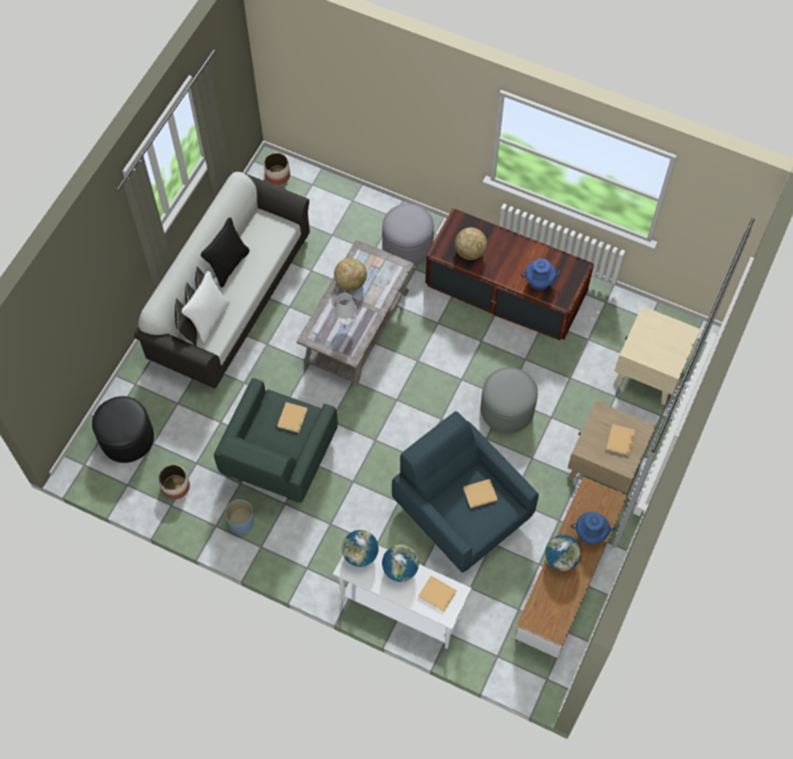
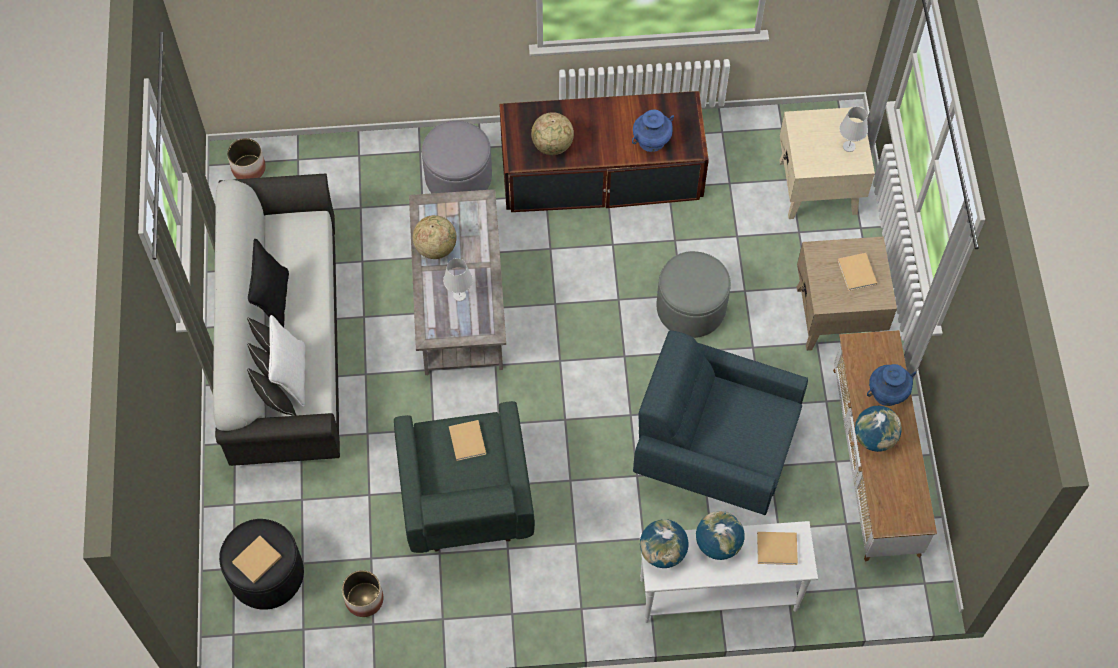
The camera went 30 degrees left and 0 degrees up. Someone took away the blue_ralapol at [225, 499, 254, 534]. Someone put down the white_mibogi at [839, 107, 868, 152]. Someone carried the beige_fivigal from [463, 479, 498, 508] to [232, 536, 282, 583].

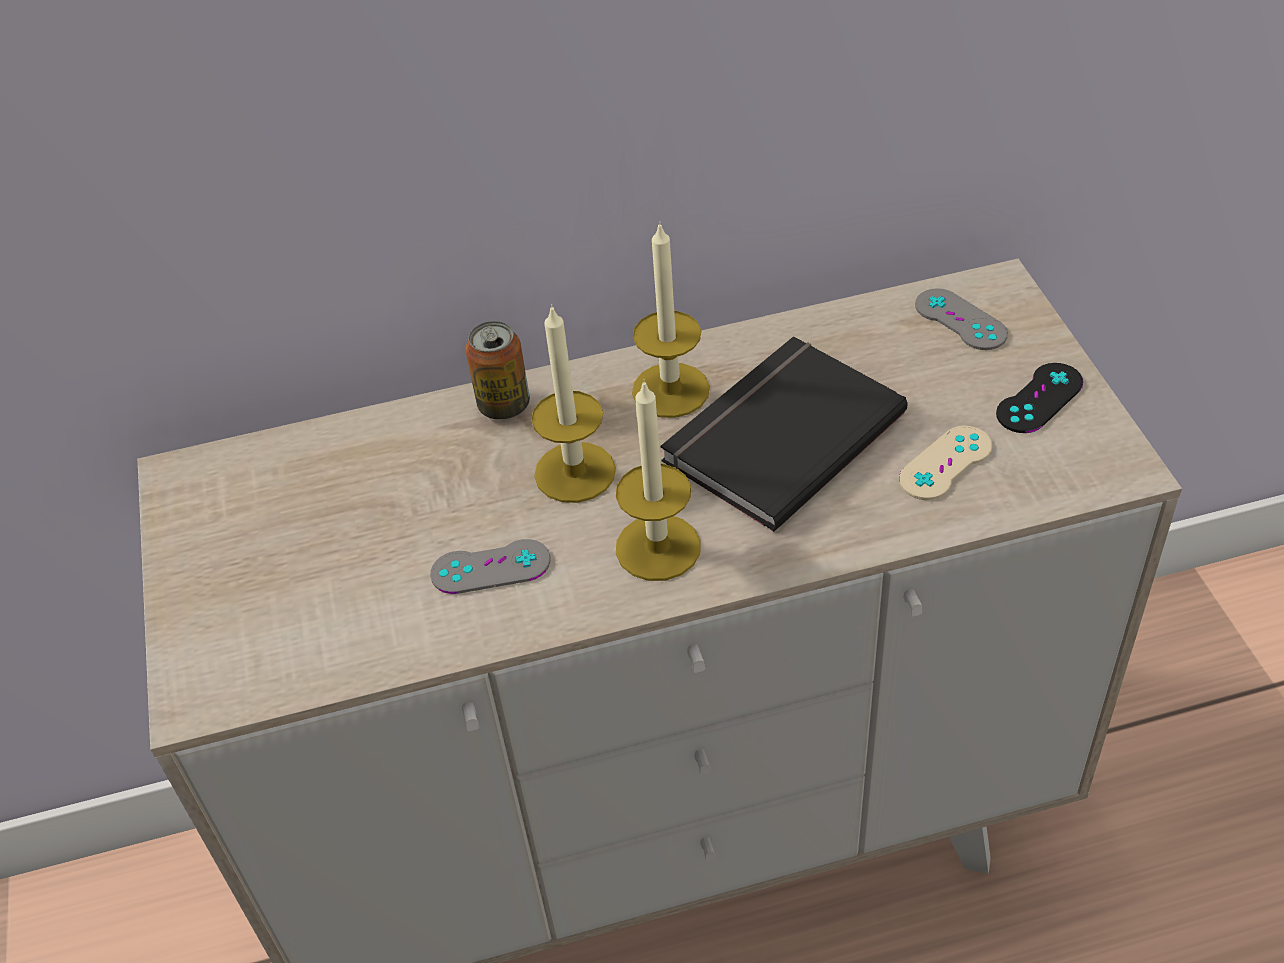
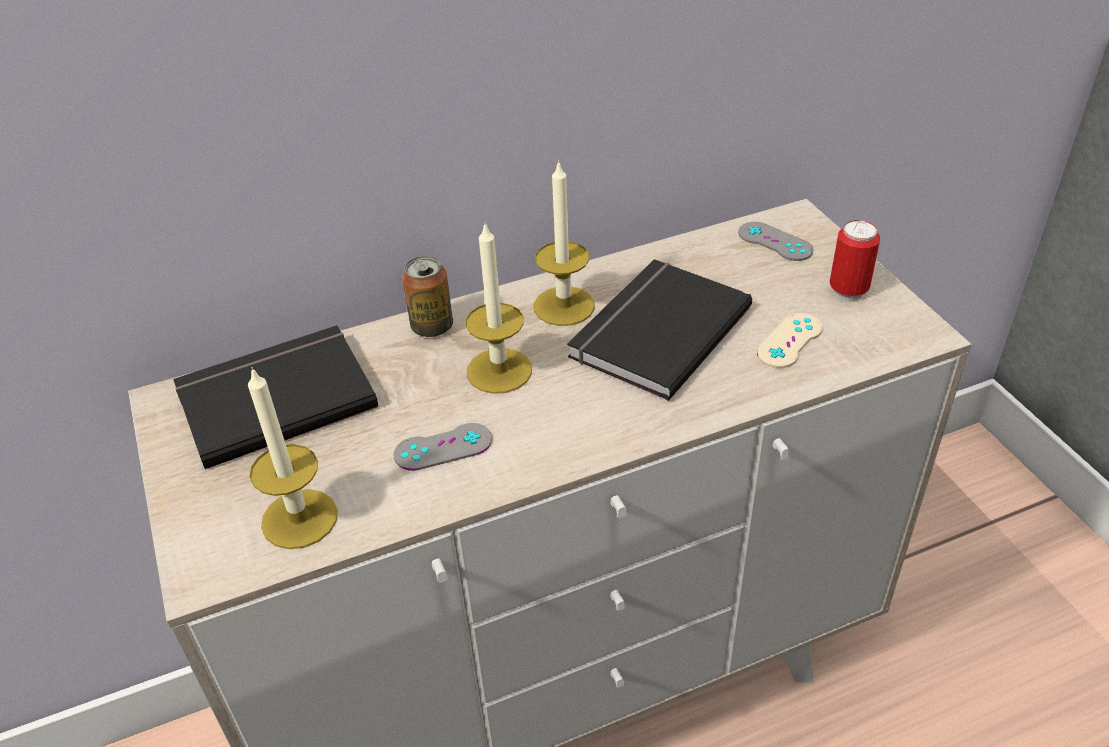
The camera went 10 degrees left and 5 degrees down. Someone put down the black_fivigal at [173, 325, 378, 469]. Someone carried the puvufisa from [616, 379, 701, 581] to [248, 367, 338, 549]. Someone swapped the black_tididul at [996, 363, 1083, 433] for the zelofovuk at [830, 220, 880, 300].

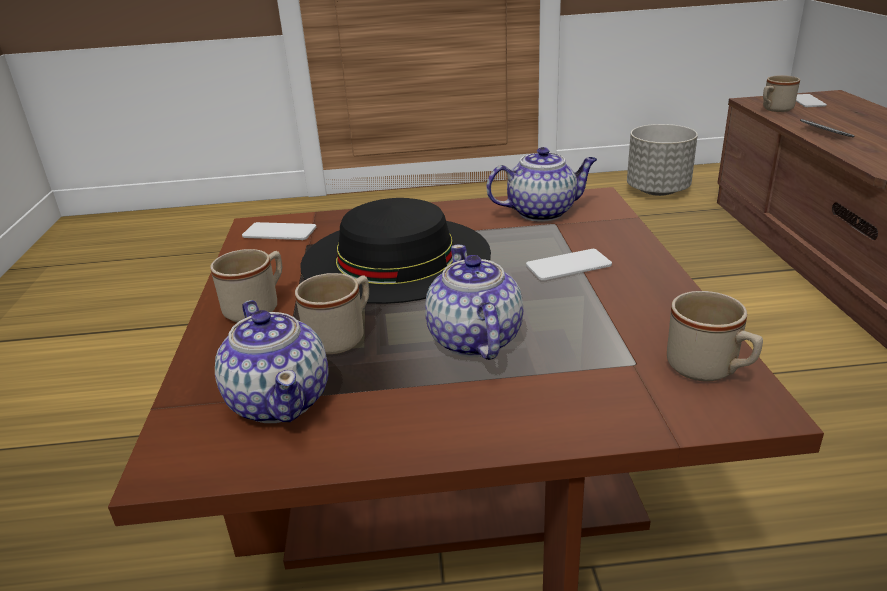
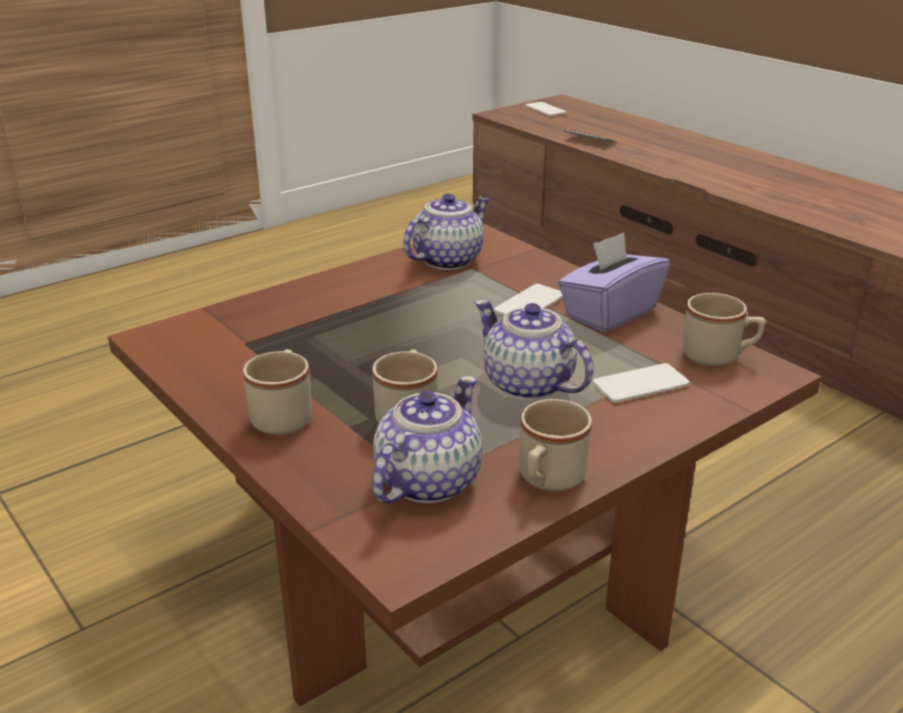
The camera went 35 degrees left and 0 degrees up. Someone took away the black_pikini at [300, 198, 491, 304]. Someone took away the grey_ralapol at [627, 124, 698, 196]. Someone put down the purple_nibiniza at [558, 232, 670, 332]. Someone carried the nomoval from [242, 222, 316, 240] to [593, 363, 689, 403]. Someone carried the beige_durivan from [763, 75, 800, 112] to [519, 399, 592, 491]. Someone rotated the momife at [215, 300, 328, 423] by 90 degrees counterclockwise.

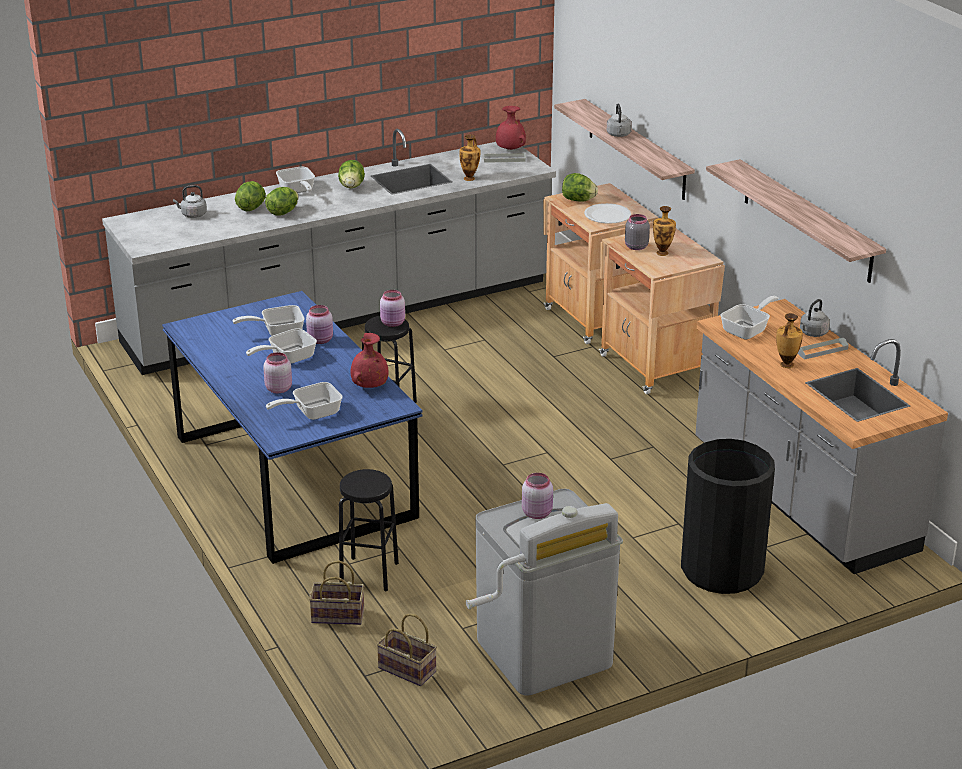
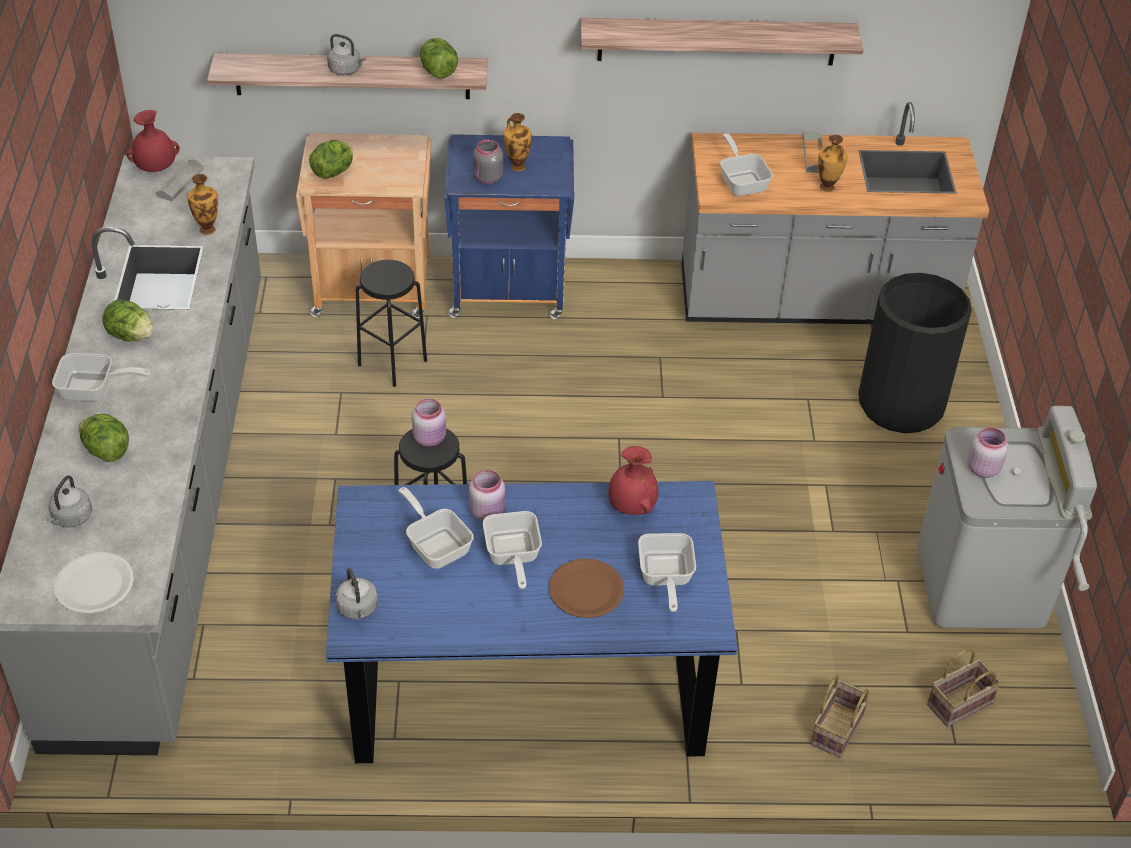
The camera went 65 degrees left and 15 degrees up. Someone carried the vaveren from [265, 187, 299, 215] to [420, 38, 458, 79]. Someone carried the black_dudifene from [339, 469, 399, 592] to [356, 260, 427, 387]. Someone carried the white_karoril from [584, 203, 631, 224] to [54, 552, 134, 614]. Someone carried the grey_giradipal from [800, 299, 830, 337] to [335, 568, 378, 619]. Someone swapped the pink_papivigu at [263, 352, 292, 393] for the brown_karoril at [549, 558, 624, 618]. Someone repainted the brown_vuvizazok at [599, 228, 725, 394], which became the blue_vuvizazok at [444, 134, 574, 319]. Someone rotated the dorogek at [233, 305, 305, 336] by 135 degrees clockwise.

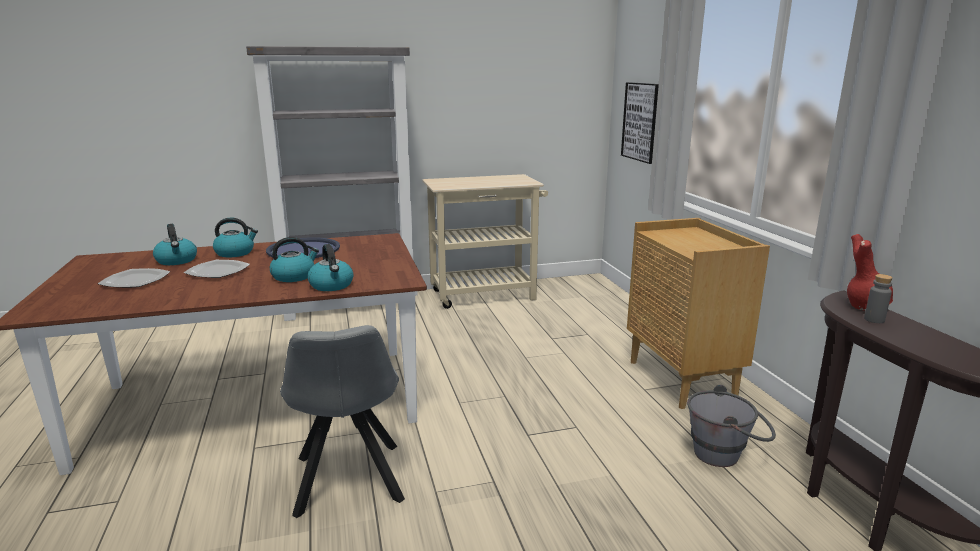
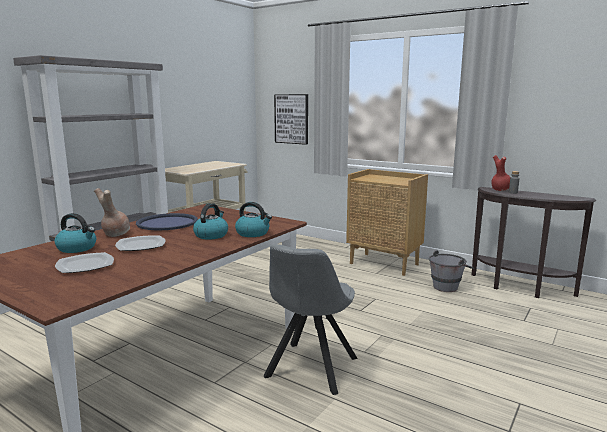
The camera went 40 degrees left and 5 degrees down. Someone swapped the giradipal at [213, 218, 258, 257] for the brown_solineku at [94, 188, 130, 237]. Someone rotated the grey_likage at [280, 325, 405, 518] by 75 degrees clockwise.

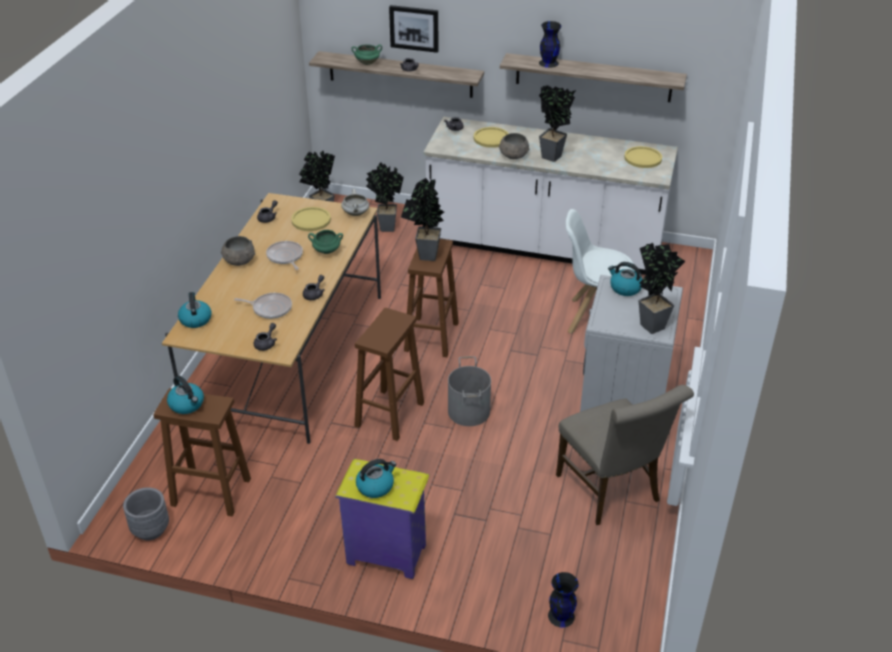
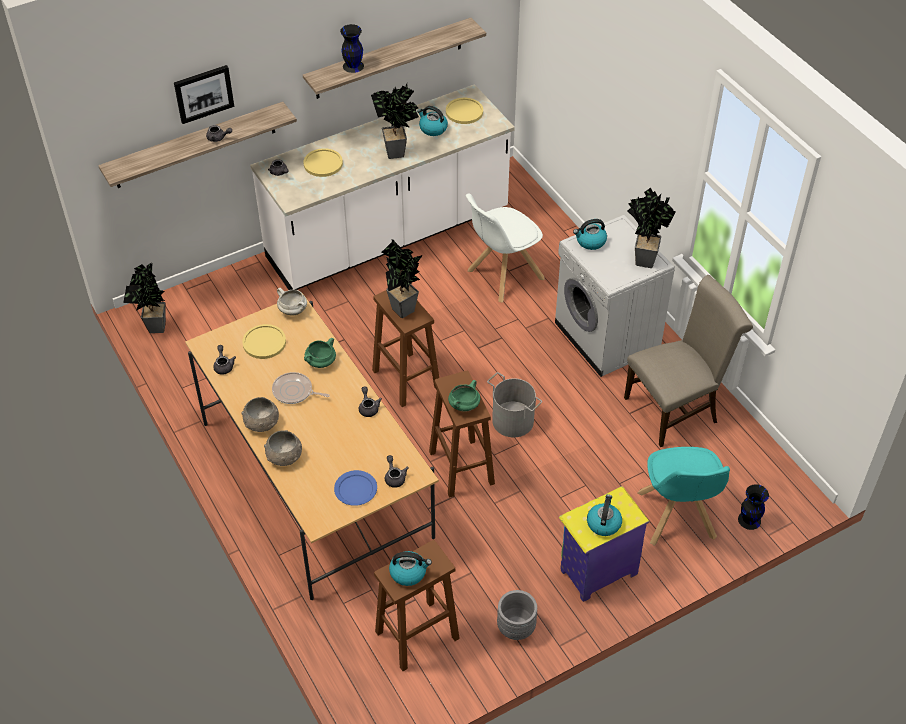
The camera went 45 degrees left and 10 degrees up. Someone took away the dorogek at [234, 293, 292, 319]. Someone took away the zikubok at [366, 162, 404, 232]. Someone put down the blue_karoril at [334, 470, 377, 506]. Someone put down the turquoise_likage at [637, 447, 730, 546]. Someone carried the grey_ralapol from [123, 487, 169, 540] to [497, 590, 537, 640]. Someone carried the giradipal from [178, 292, 212, 328] to [417, 106, 448, 136]. Someone carried the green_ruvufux from [351, 44, 382, 65] to [448, 380, 480, 412]. Someone carried the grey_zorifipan from [499, 133, 530, 159] to [264, 430, 302, 466]. Someone rotated the beige_likage at [556, 385, 694, 525] by 45 degrees counterclockwise.

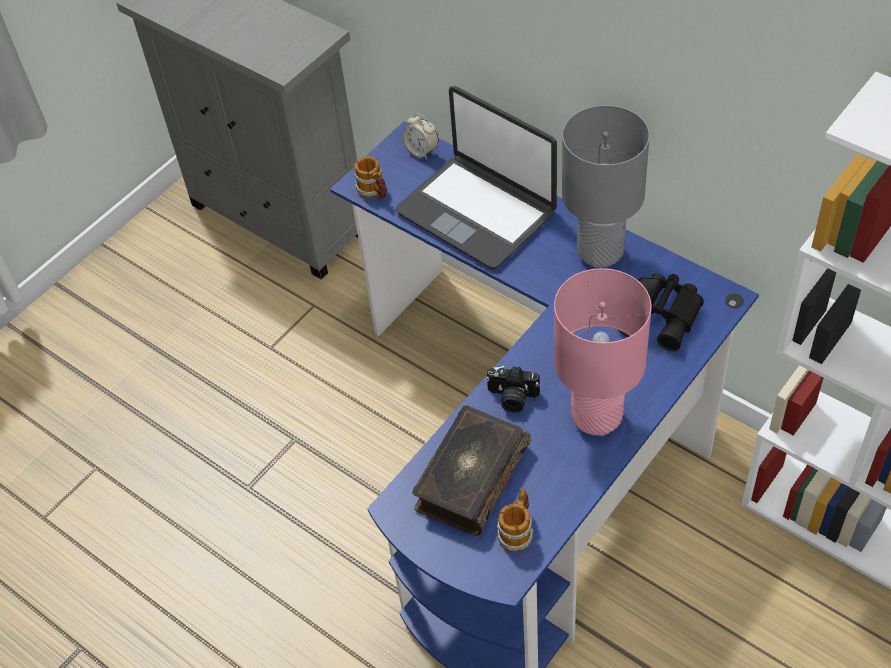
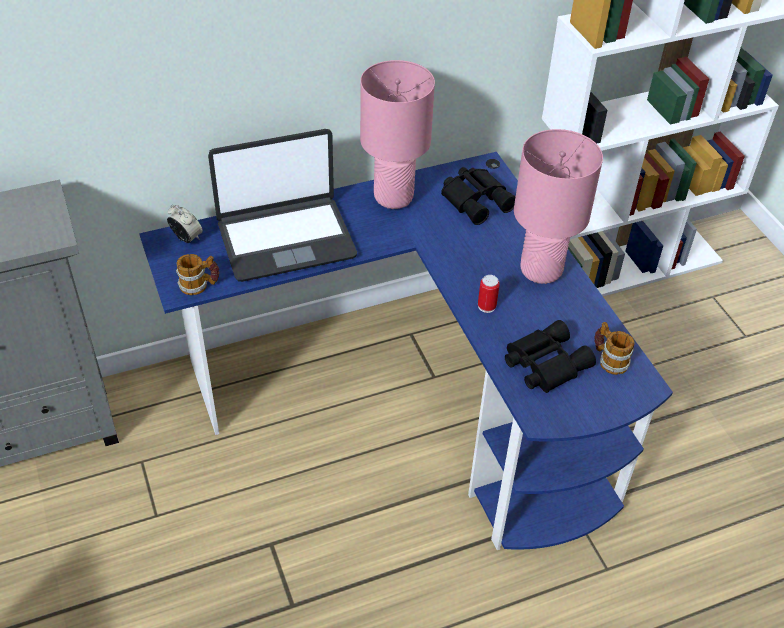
The camera went 65 degrees left and 5 degrees down. Someone swapped the fivigal at [412, 405, 531, 536] for the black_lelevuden at [505, 320, 596, 393]. Someone swapped the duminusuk at [486, 366, 540, 412] for the zelofovuk at [478, 275, 500, 313]. Someone repainted the grey_mibogi at [562, 105, 650, 268], which became the pink_mibogi at [360, 60, 435, 209]. Someone rotated the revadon at [402, 113, 439, 159] by 120 degrees counterclockwise.

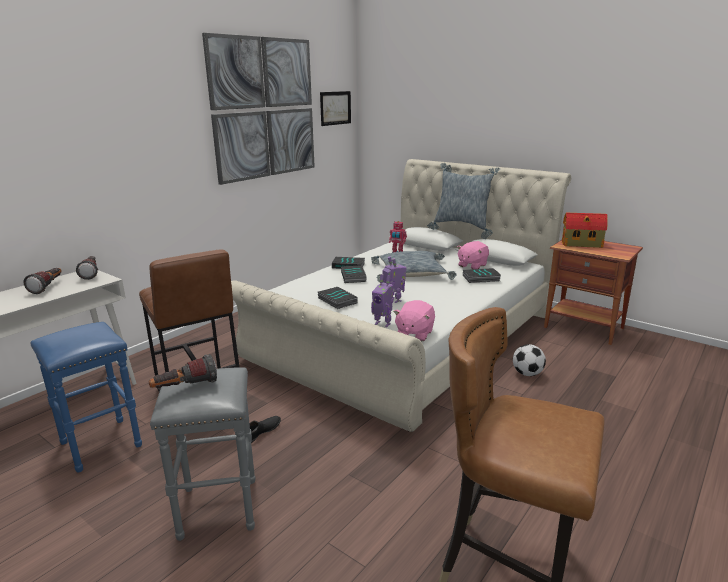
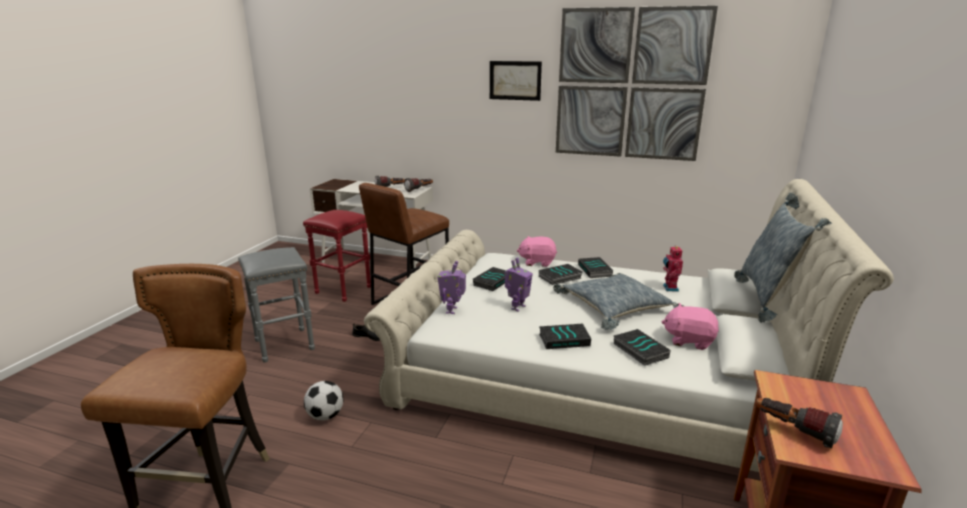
The camera went 70 degrees right and 0 degrees up. Someone took away the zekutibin at [562, 213, 608, 248]. Someone put down the fivigal at [539, 324, 591, 349]. Someone carried the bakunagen from [149, 354, 217, 388] to [755, 398, 843, 448]. Someone carried the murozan from [320, 91, 351, 126] to [490, 61, 542, 101]. Someone carried the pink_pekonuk from [393, 300, 435, 341] to [517, 236, 557, 267]. Someone carried the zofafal from [513, 344, 546, 376] to [304, 381, 343, 420]. Someone repainted the blue_dudifene at [31, 322, 142, 472], which became the red_dudifene at [303, 210, 371, 302].

